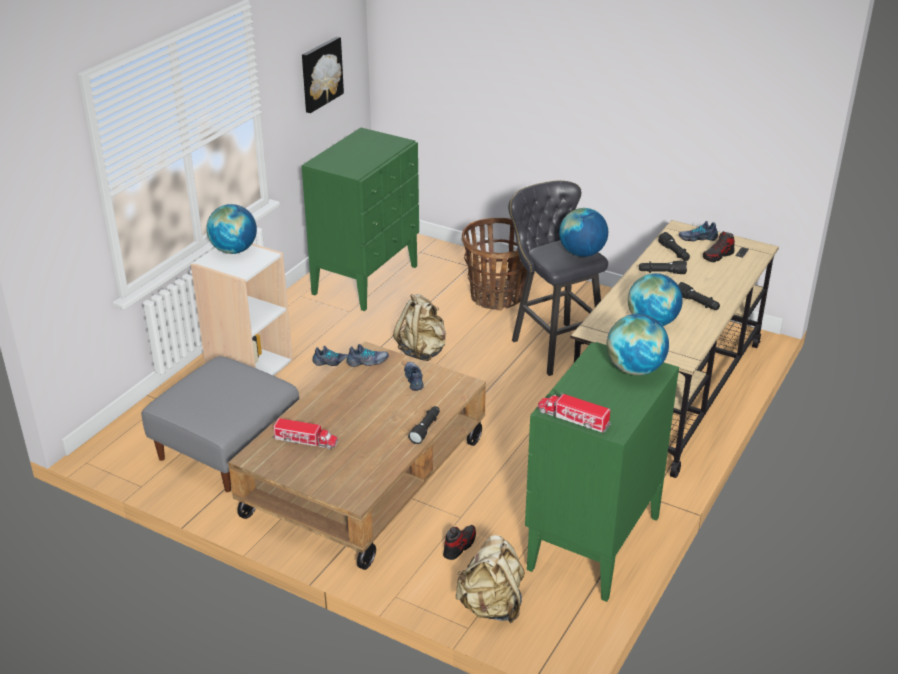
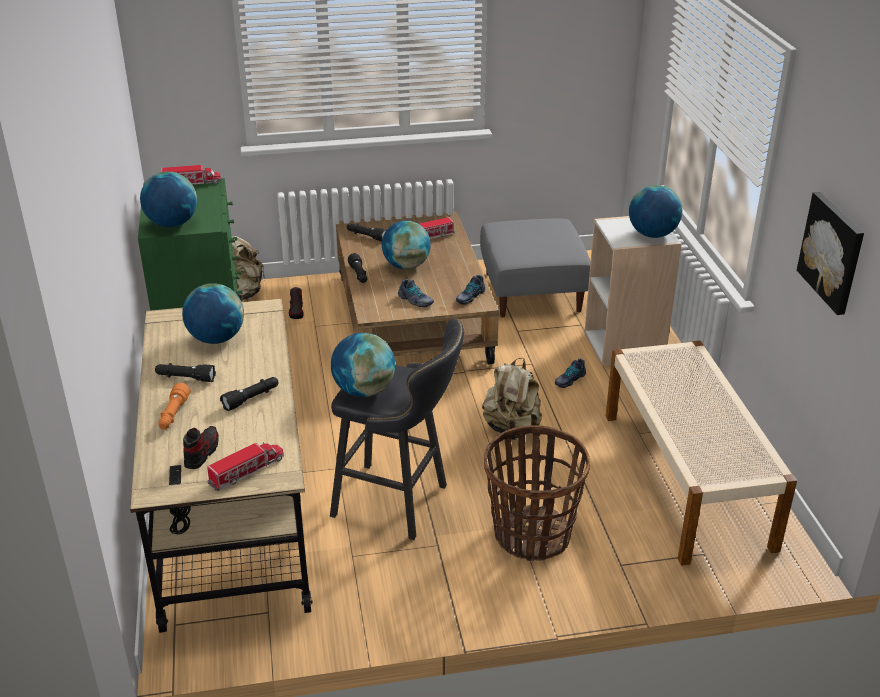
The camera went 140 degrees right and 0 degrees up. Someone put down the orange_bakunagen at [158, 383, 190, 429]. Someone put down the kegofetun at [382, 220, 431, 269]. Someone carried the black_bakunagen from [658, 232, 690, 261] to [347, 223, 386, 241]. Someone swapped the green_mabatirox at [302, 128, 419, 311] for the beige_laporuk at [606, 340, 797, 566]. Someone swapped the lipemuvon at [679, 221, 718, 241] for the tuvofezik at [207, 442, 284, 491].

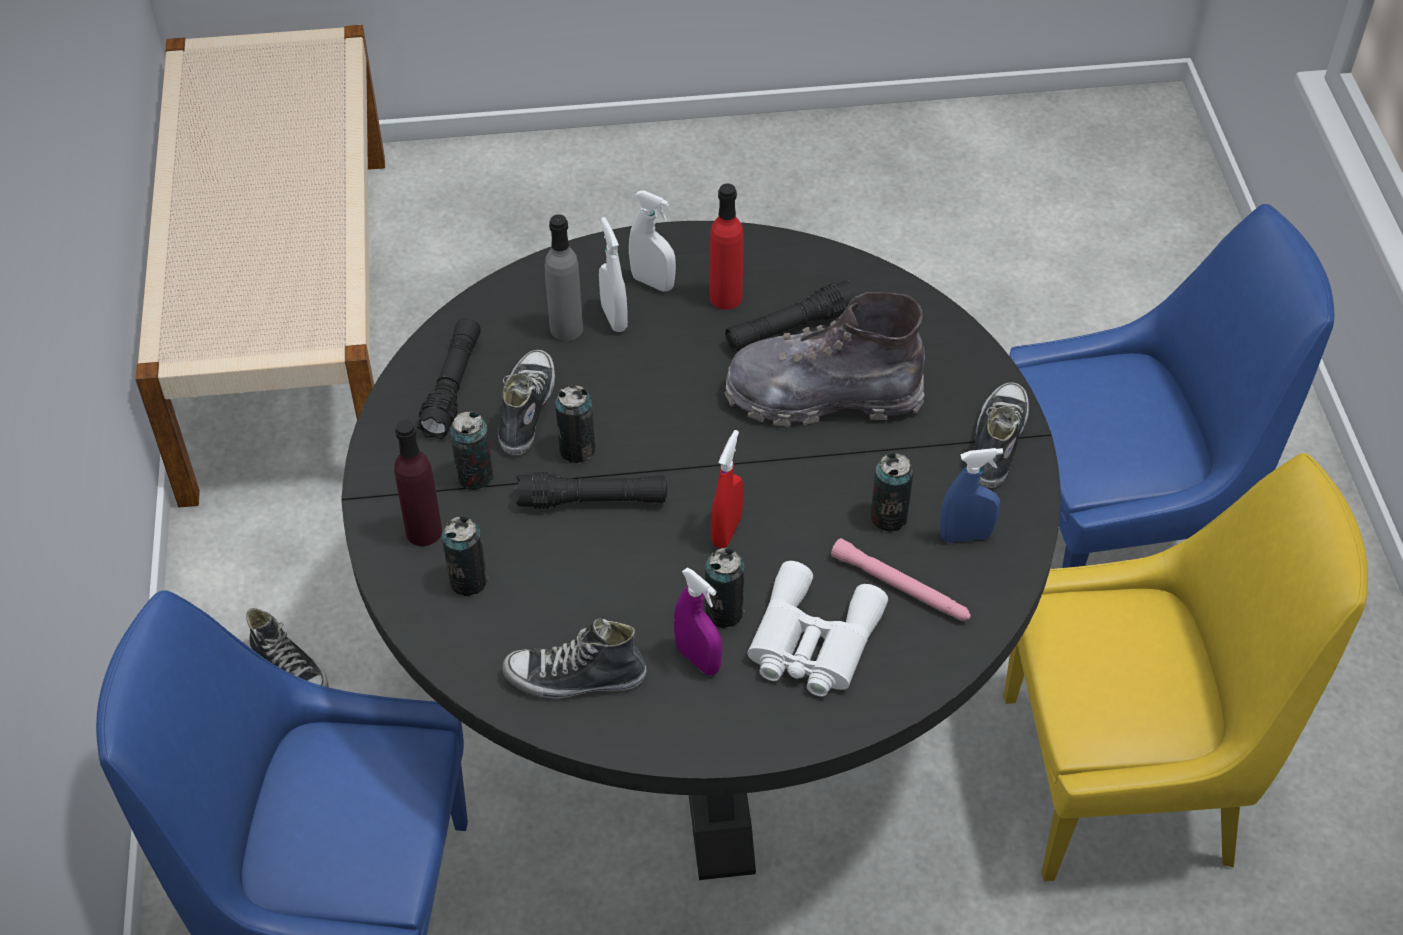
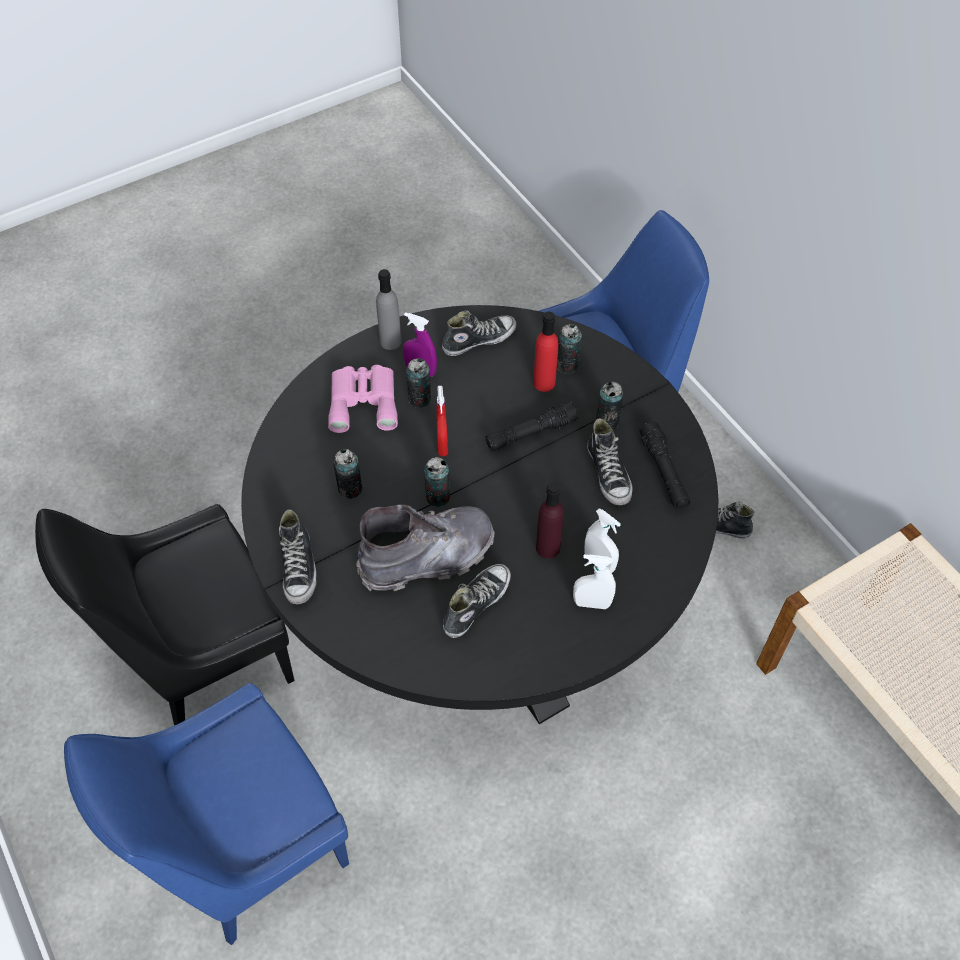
The camera went 155 degrees right and 5 degrees up. Someone took away the pink_bakunagen at [831, 538, 971, 620]. Someone took away the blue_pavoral at [940, 448, 1003, 543]. Someone carried the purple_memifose from [394, 420, 442, 546] to [536, 482, 564, 559]. Someone carried the grey_memifose from [545, 214, 583, 341] to [376, 269, 401, 350]. Someone carried the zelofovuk from [555, 385, 595, 463] to [424, 457, 450, 507]. Someone carried the red_memifose from [710, 184, 744, 310] to [533, 312, 558, 392]. Someone swapped the black_bakunagen at [725, 280, 856, 352] for the lipemuvon at [443, 564, 511, 638]. Someone repainted the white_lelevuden at [747, 561, 888, 696], which became the pink_lelevuden at [328, 365, 398, 433]. Someone repainted the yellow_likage at [1004, 453, 1368, 881], which became the black_likage at [35, 504, 295, 726].

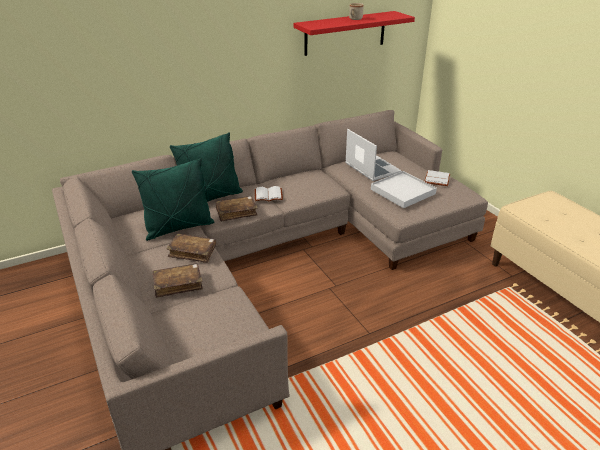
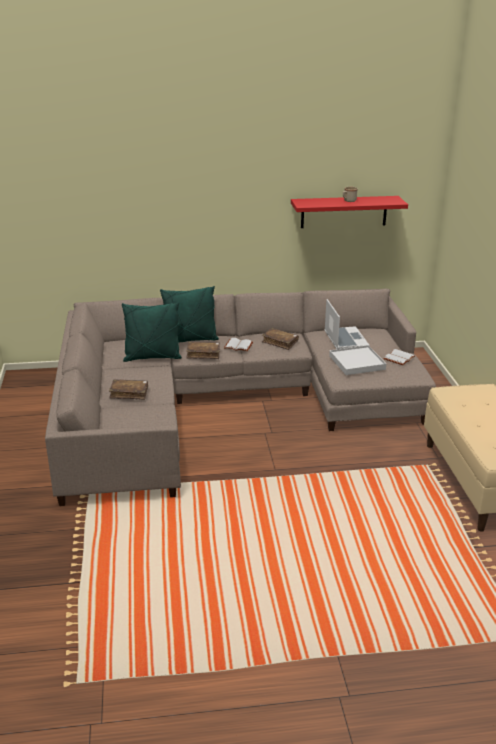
The camera went 20 degrees right and 5 degrees down. Someone carried the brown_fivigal from [166, 233, 216, 263] to [262, 328, 299, 350].

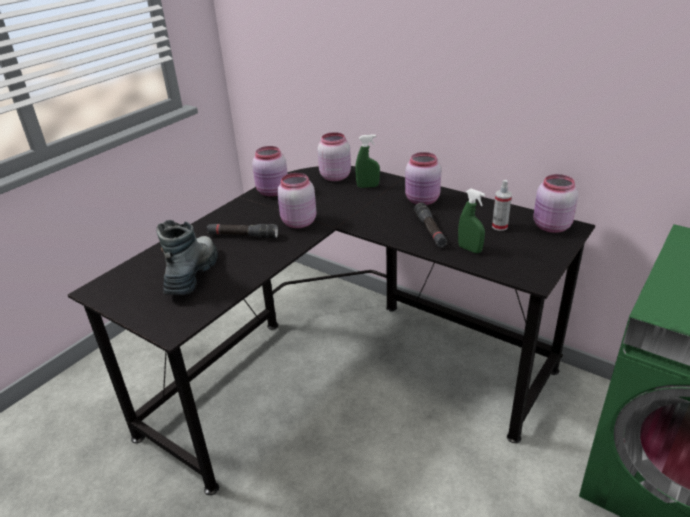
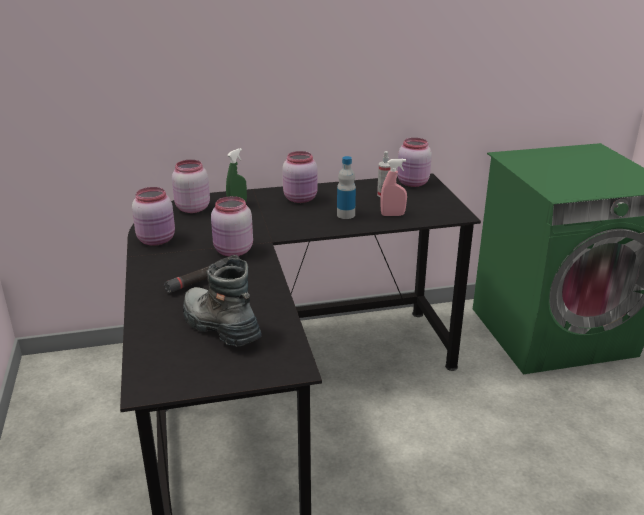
The camera went 50 degrees left and 5 degrees down. Someone swapped the black_bakunagen at [414, 202, 447, 248] for the memifose at [337, 156, 356, 219]. Someone repainted the green_pavoral at [458, 189, 485, 253], which became the pink_pavoral at [380, 159, 407, 216].

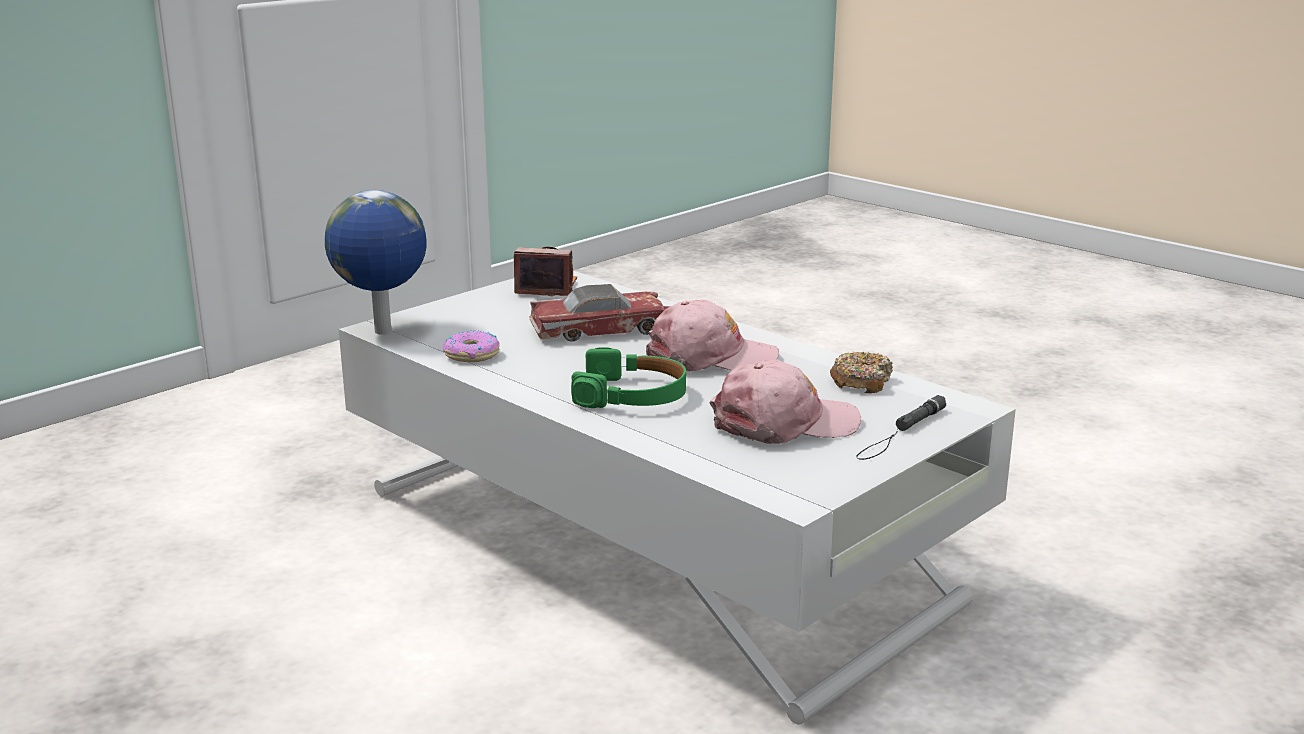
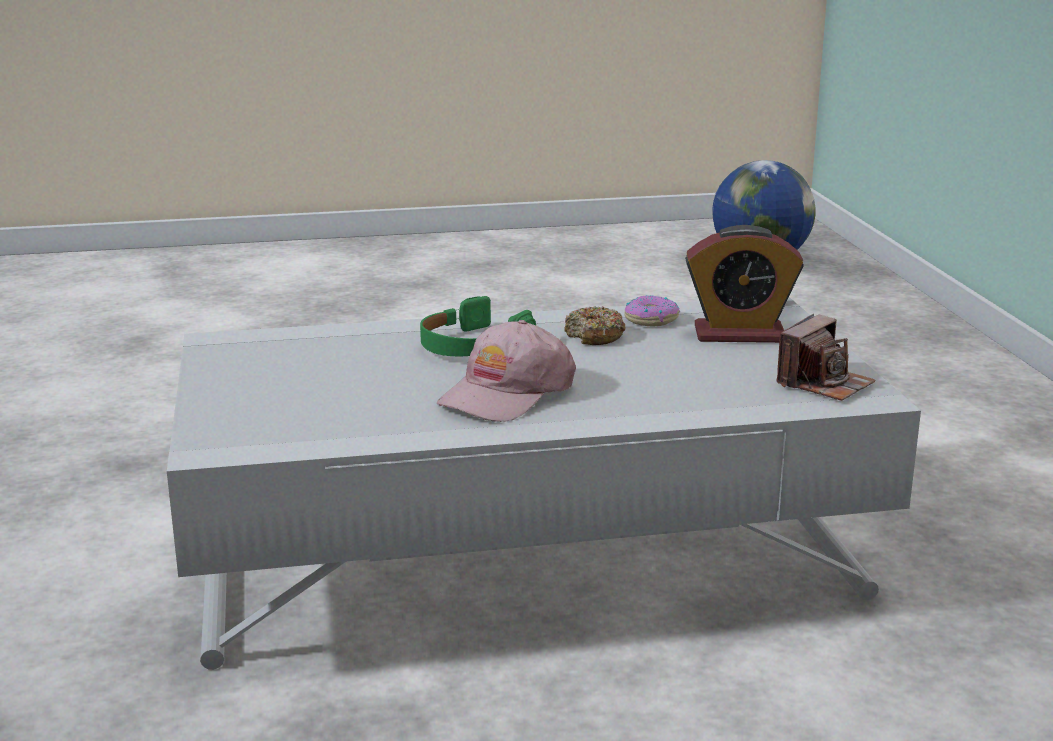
The camera went 125 degrees right and 0 degrees up. Someone took away the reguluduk at [529, 284, 670, 342]. Someone took away the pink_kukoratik at [710, 360, 861, 444]. Someone took away the black_bakunagen at [856, 395, 946, 460]. Someone put down the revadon at [685, 225, 804, 343]. Someone carried the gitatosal from [830, 352, 893, 393] to [564, 306, 626, 345].

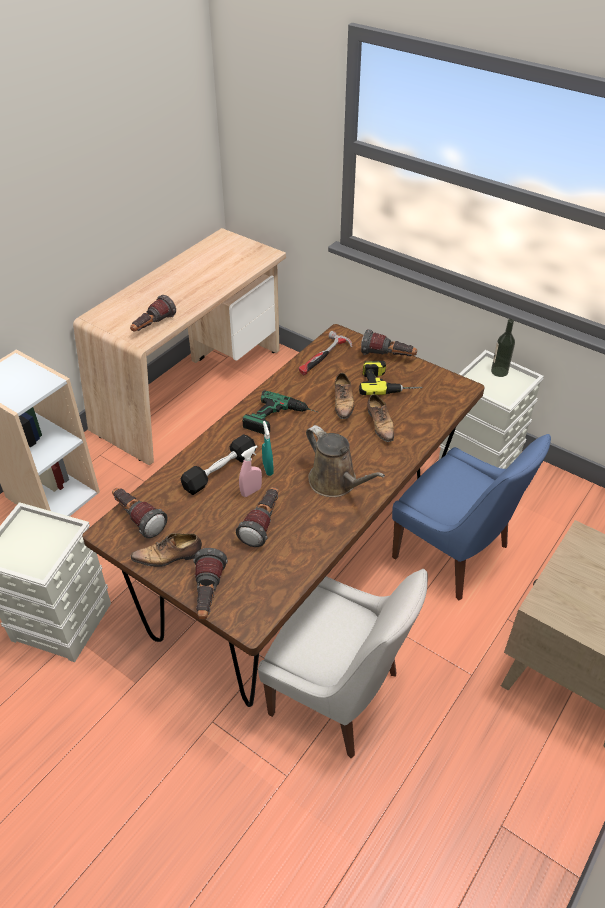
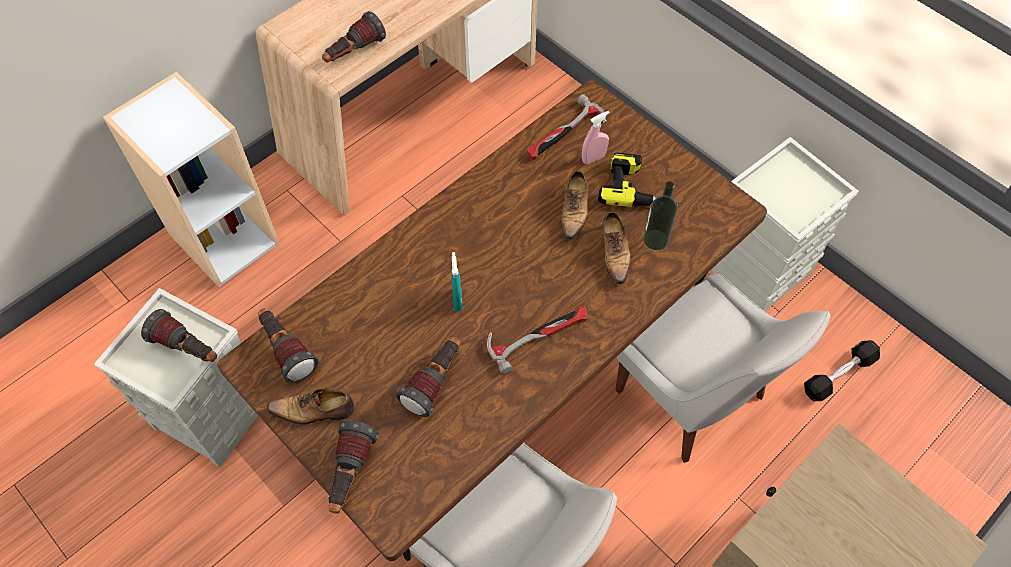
The camera went 10 degrees right and 15 degrees up. Someone took away the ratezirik at [242, 390, 318, 434]. Someone carried the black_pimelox from [181, 434, 256, 495] to [804, 340, 880, 401]. Someone carried the pink_pavoral from [239, 445, 262, 497] to [582, 111, 610, 164]. Someone carried the bakunagen from [361, 329, 417, 356] to [141, 309, 217, 362]. Someone carried the memifose from [491, 319, 515, 377] to [643, 181, 677, 250]. Someone swapped the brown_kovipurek at [306, 425, 385, 497] for the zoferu at [487, 306, 587, 374]. Someone repainted the blue_likage at [392, 434, 551, 601], which became the white_likage at [615, 272, 831, 463].

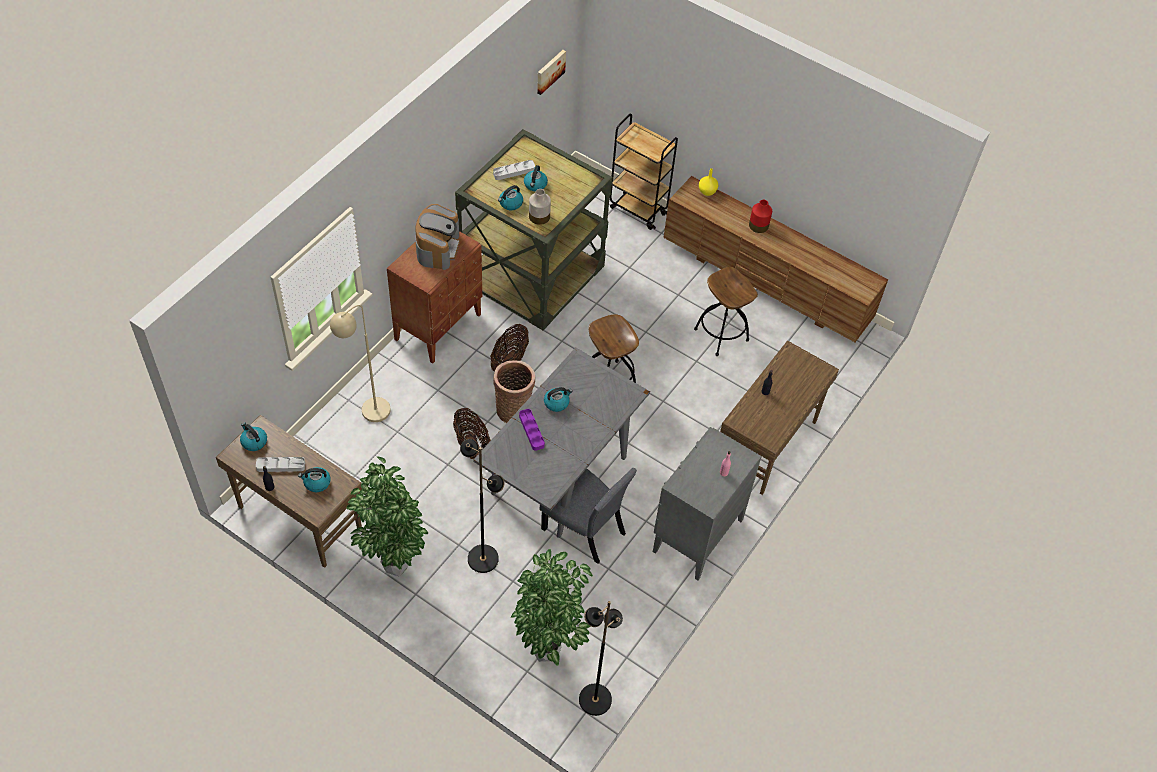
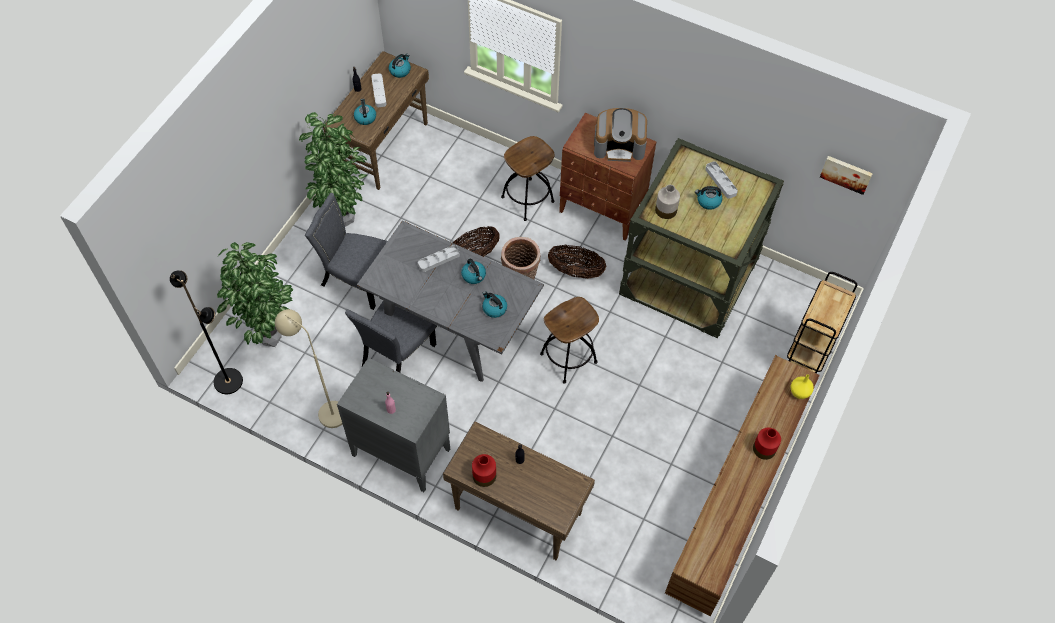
The camera went 85 degrees right and 5 degrees up. Someone put down the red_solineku at [472, 454, 496, 487]. Someone carried the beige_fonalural from [330, 305, 391, 422] to [275, 309, 342, 428]. Someone carried the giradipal from [498, 185, 523, 210] to [482, 291, 507, 318]. Someone carried the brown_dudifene from [694, 267, 758, 356] to [501, 136, 555, 221]. Someone swapped the black_fonalural at [460, 439, 504, 573] for the grey_likage at [305, 193, 387, 310]. Someone repainted the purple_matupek at [519, 409, 545, 451], which became the grey_matupek at [418, 245, 460, 272].

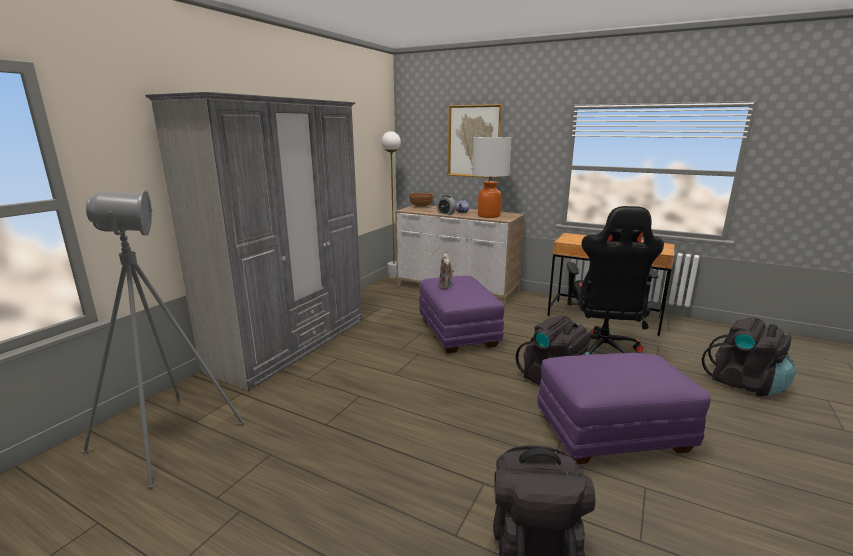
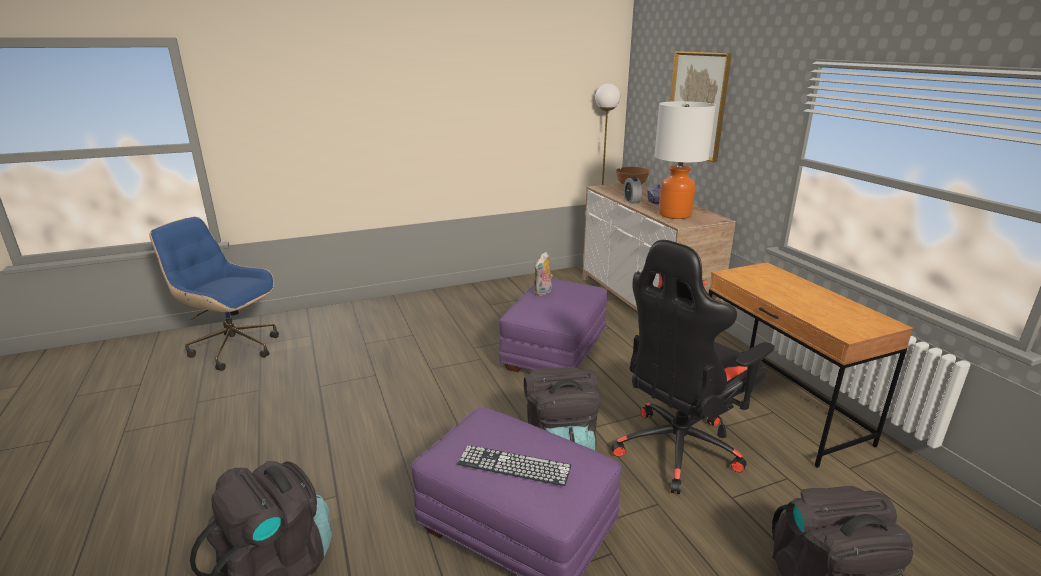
The camera went 40 degrees right and 5 degrees up. Someone took away the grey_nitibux at [145, 92, 362, 391]. Someone put down the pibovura at [458, 445, 571, 486]. Someone swapped the grey_fonalural at [82, 190, 244, 489] for the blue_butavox at [150, 217, 279, 371].

